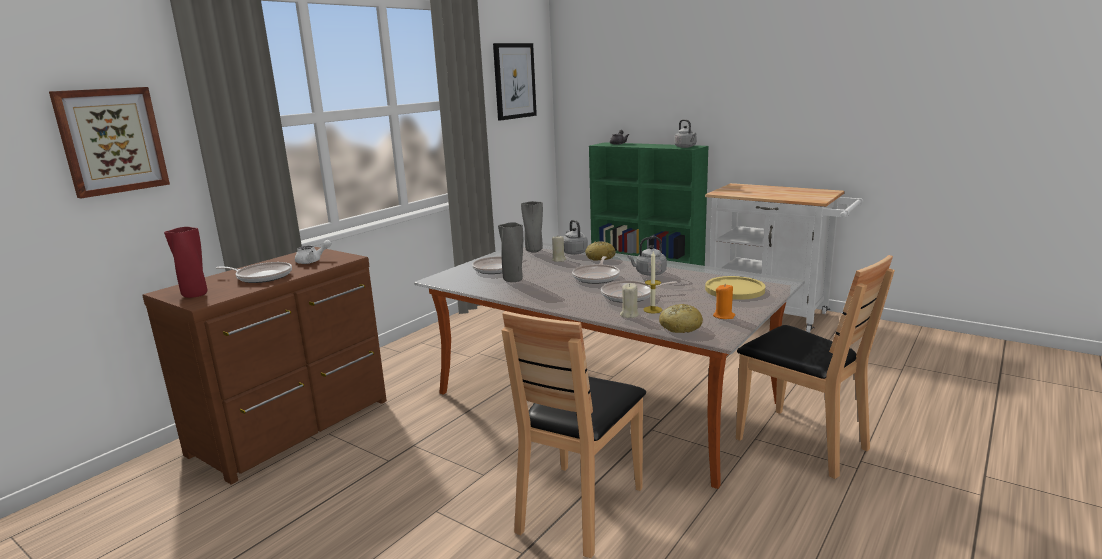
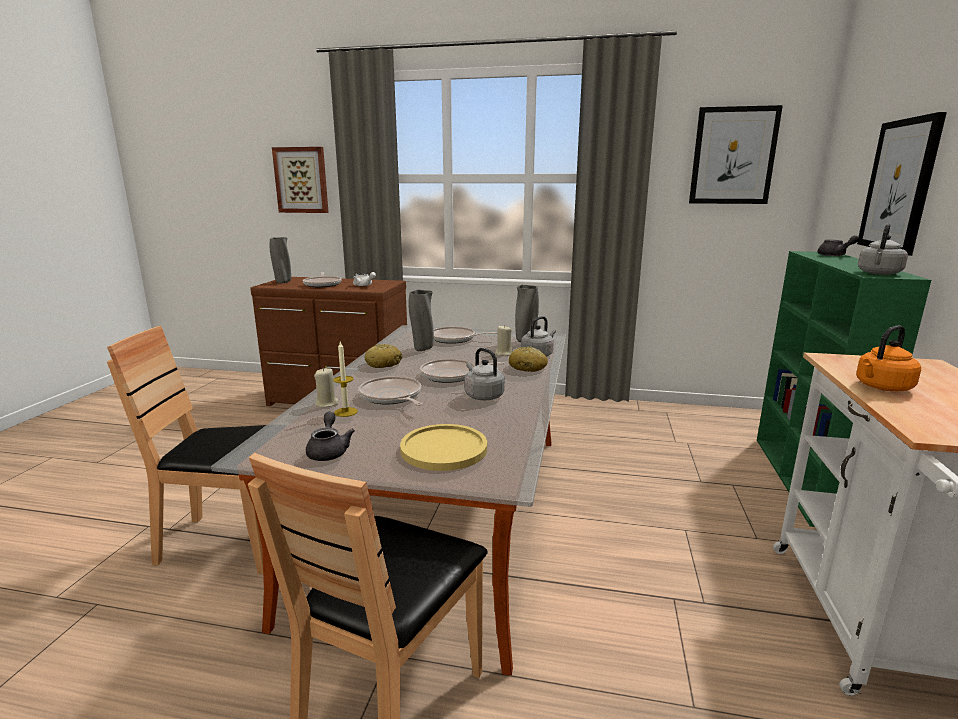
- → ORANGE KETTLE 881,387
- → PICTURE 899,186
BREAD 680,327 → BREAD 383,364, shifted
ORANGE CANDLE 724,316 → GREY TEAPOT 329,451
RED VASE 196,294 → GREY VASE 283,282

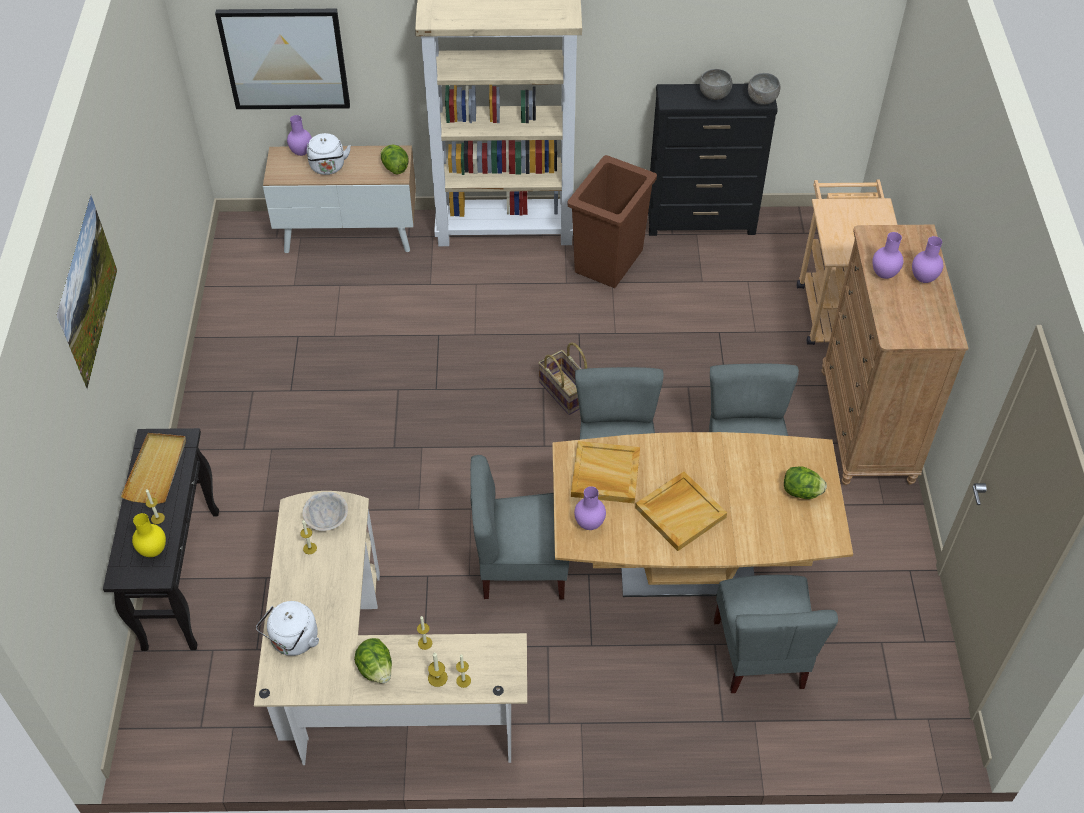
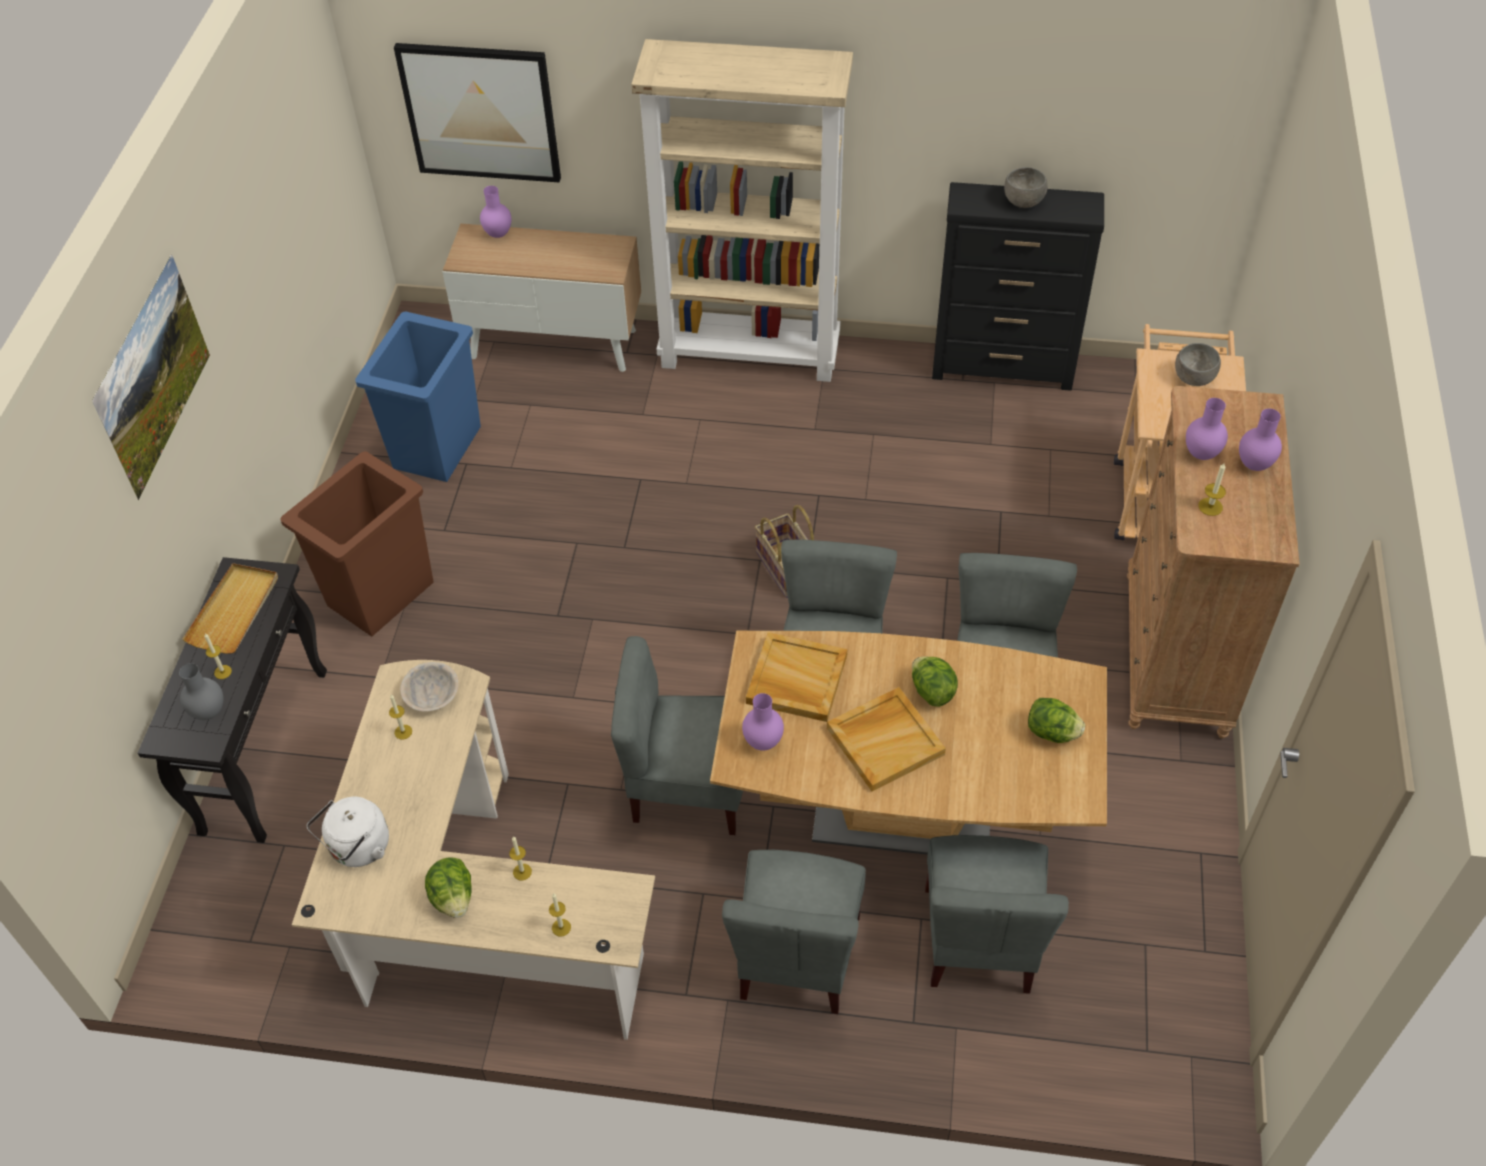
WHITE KETTLE 328,167 → -
- → BLUE TRASH CAN 436,448
- → GREY CHAIR 797,957
LETTUCE 394,168 → LETTUCE 931,691, shifted
CANDLE 437,677 → CANDLE 1210,506, shifted
BROWN TRASH CAN 607,261 → BROWN TRASH CAN 379,594, shifted
GREY BOWL 761,99 → GREY BOWL 1193,378, shifted
YELLOW VASE 154,550 → GREY VASE 209,712

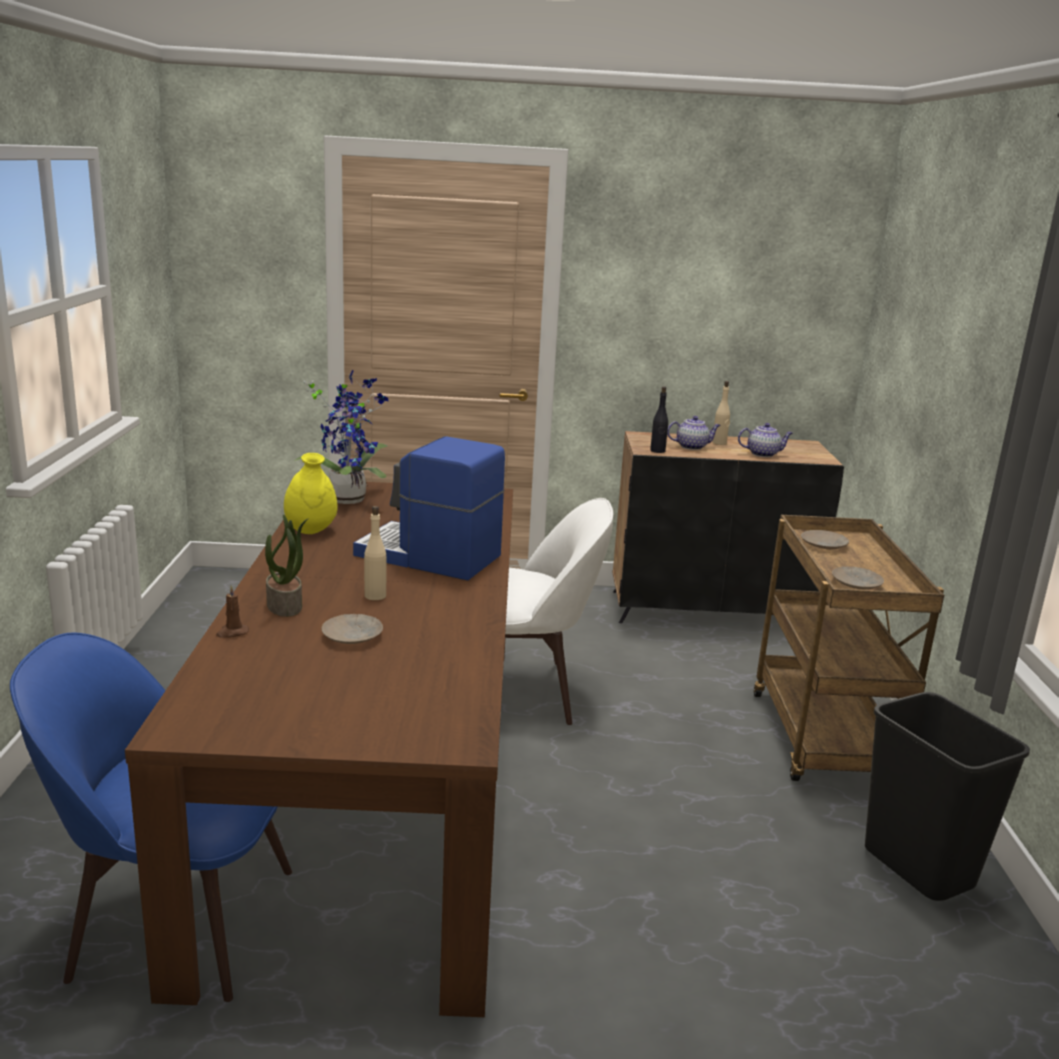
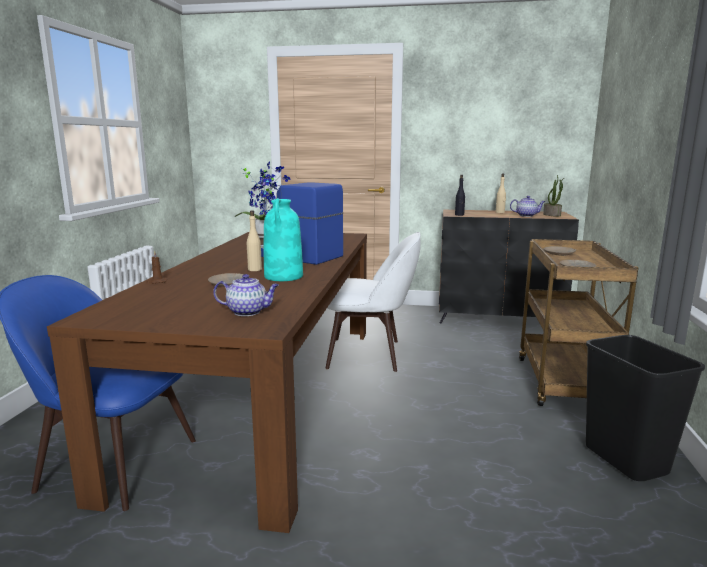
YELLOW VASE 311,531 → -
- → TURQUOISE VASE 284,277
POTTED PLANT 285,606 → POTTED PLANT 552,215, shifted
TEAPOT 692,447 → TEAPOT 248,312, shifted

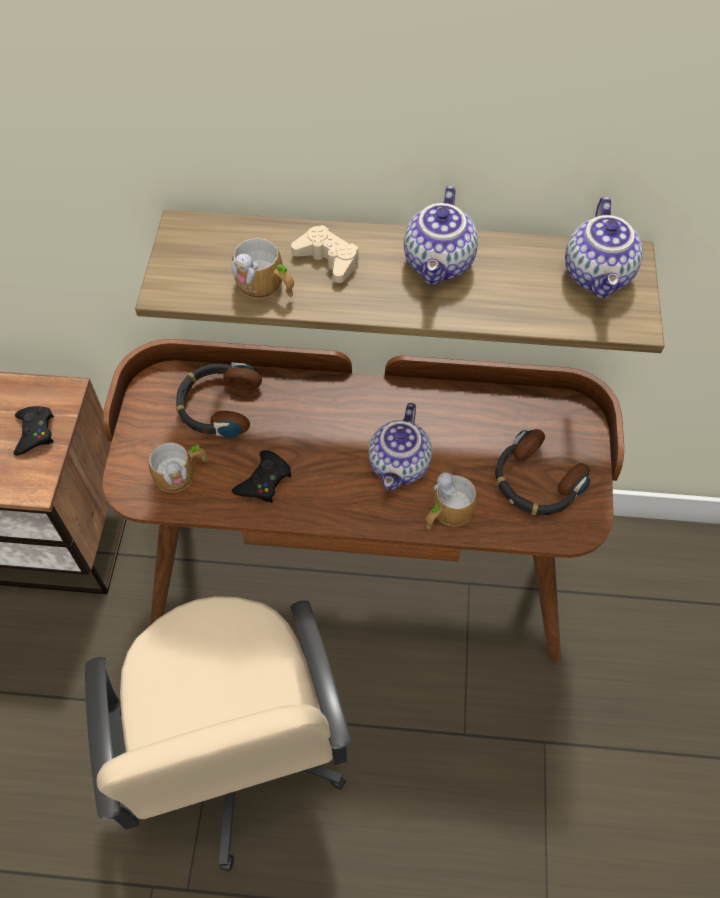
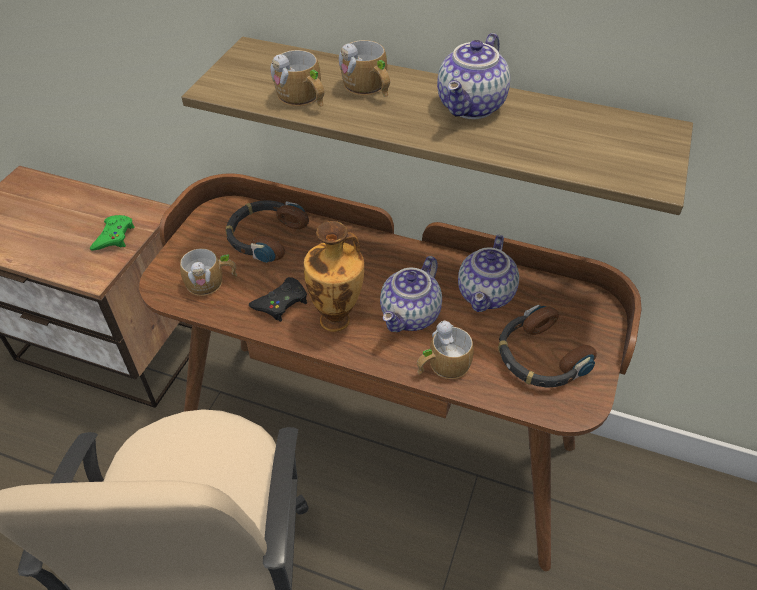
- → VASE 337,320
TEAPOT 599,276 → TEAPOT 487,295, shifted
BEIGE GAME CONTROLLER 328,259 → MUG 368,88
BLACK GAME CONTROLLER 35,432 → GREEN GAME CONTROLLER 114,236

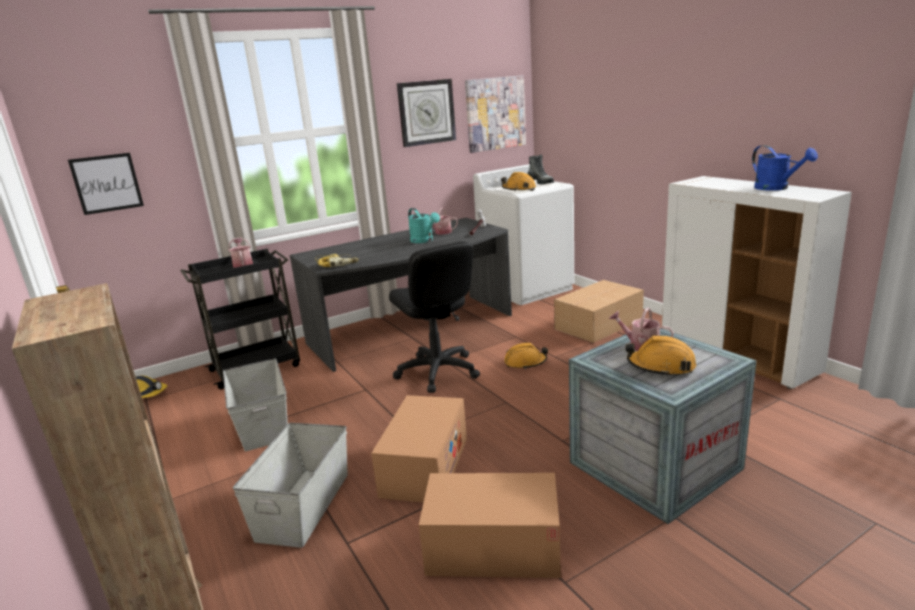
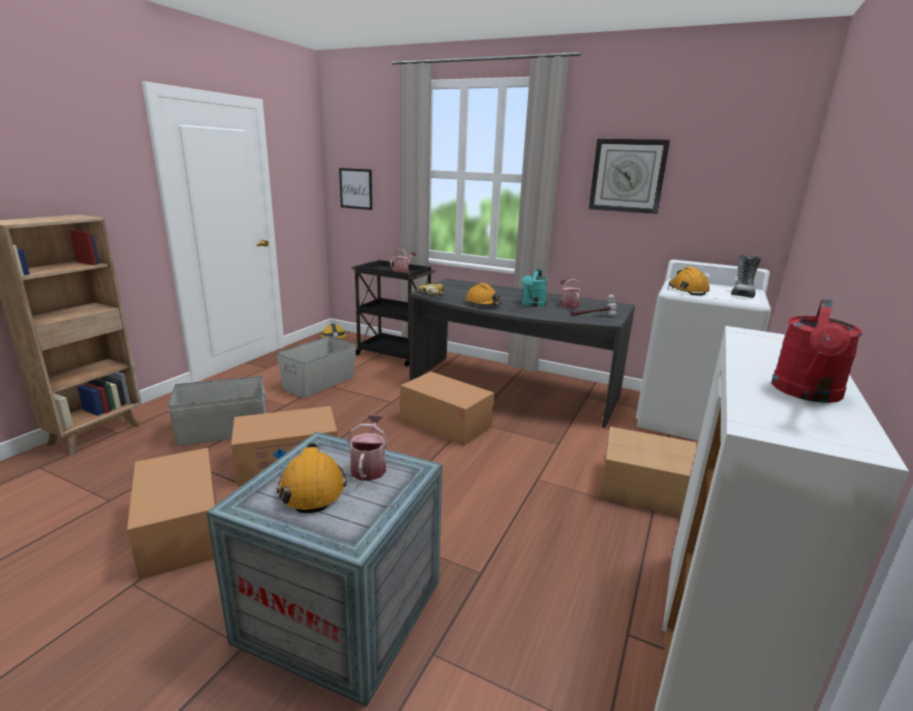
PICTURE 495,113 → -
ORANGE HARD HAT 525,363 → ORANGE HARD HAT 483,304, shifted
BLACK OFFICE CHAIR 437,372 → CARDBOARD BOX 445,423
BLUE WATERING CAN 776,188 → RED WATERING CAN 806,393

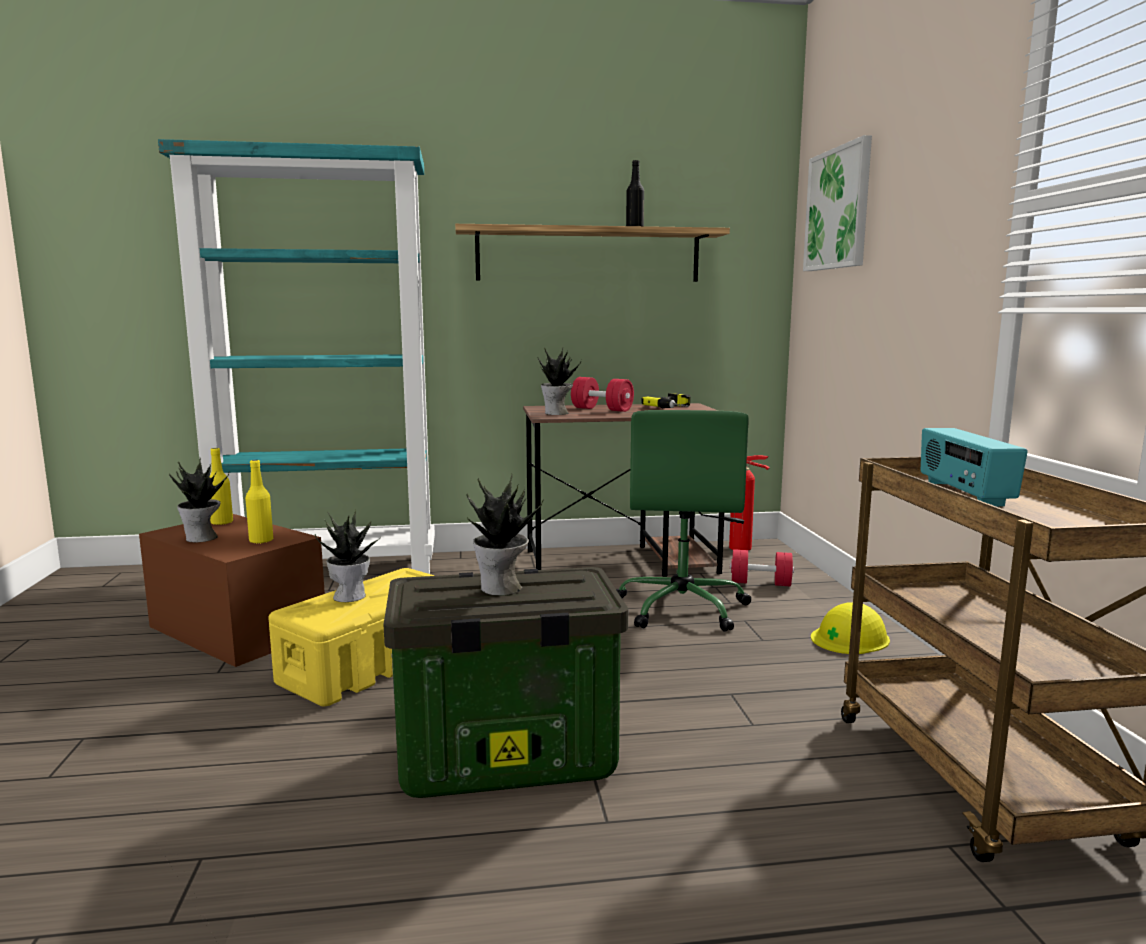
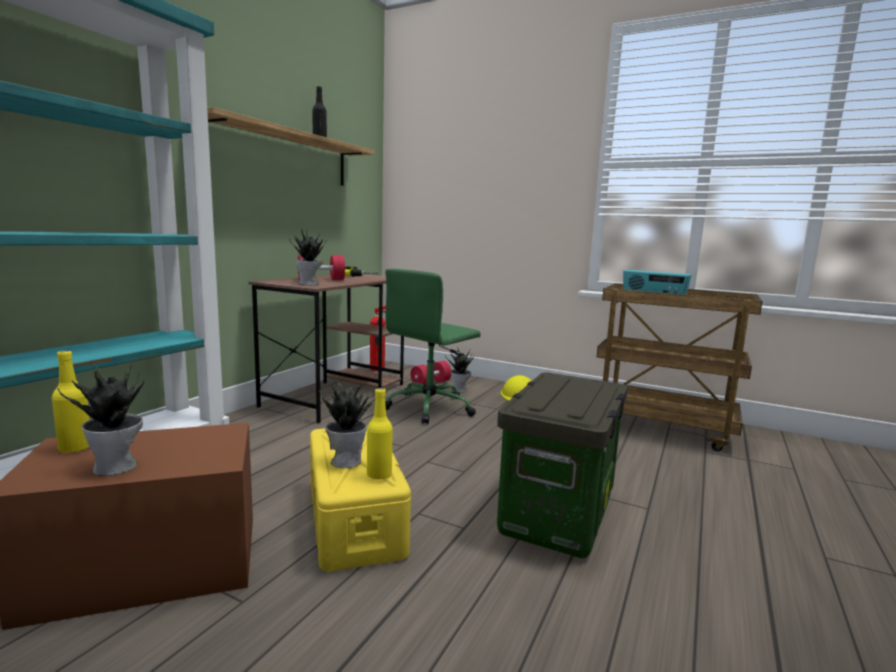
PICTURE 838,209 → -
YELLOW BOTTLE 261,541 → YELLOW BOTTLE 379,475, shifted
POTTED PLANT 501,589 → POTTED PLANT 460,390, shifted
GREEN OFFICE CHAIR 682,608 → GREEN OFFICE CHAIR 430,407, 90 degrees clockwise

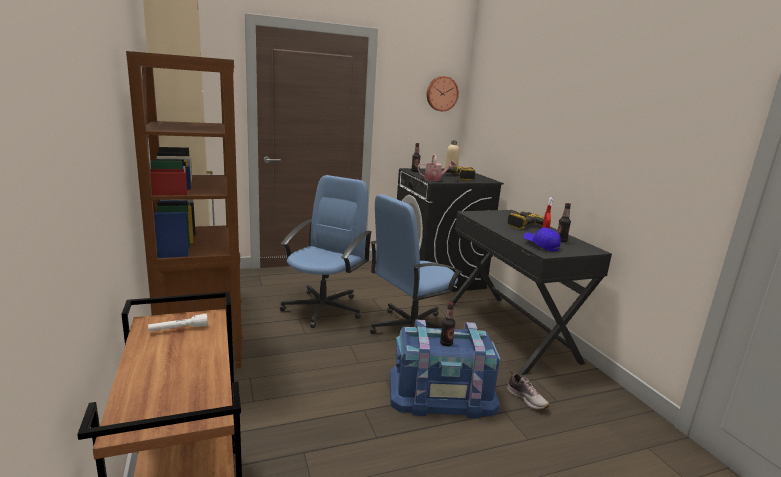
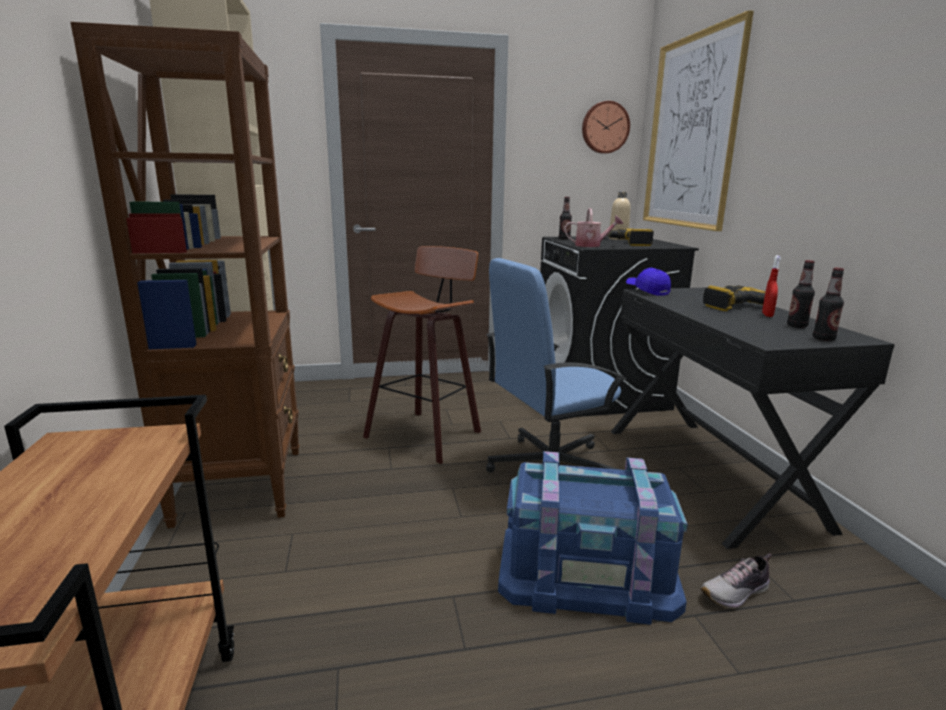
WHITE FLASHLIGHT 178,329 → -
- → PICTURE 691,133
BOTTLE 446,343 → BOTTLE 823,339, shifted
BLUE CAP 540,245 → BLUE CAP 647,291, shifted
BLUE OFFICE CHAIR 324,308 → STOOL 426,433
SHOE 526,399 → SHOE 736,593, 90 degrees clockwise

